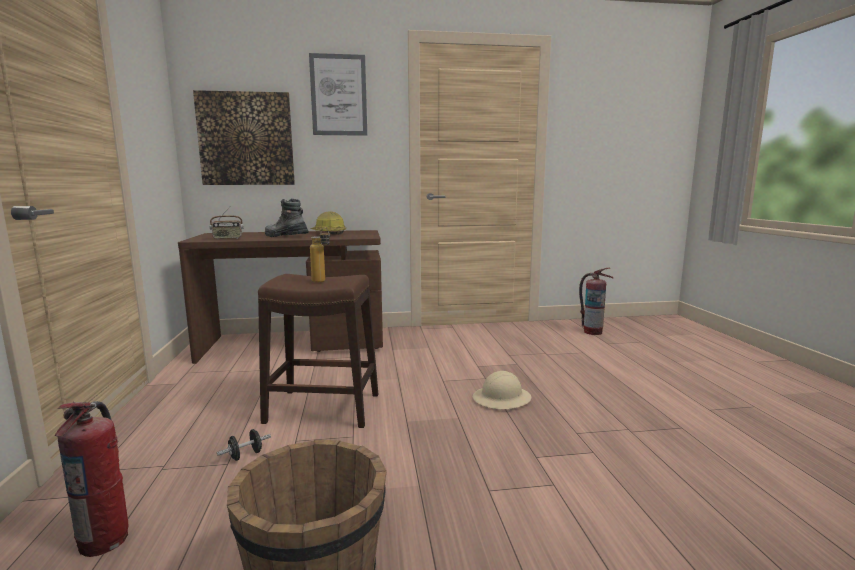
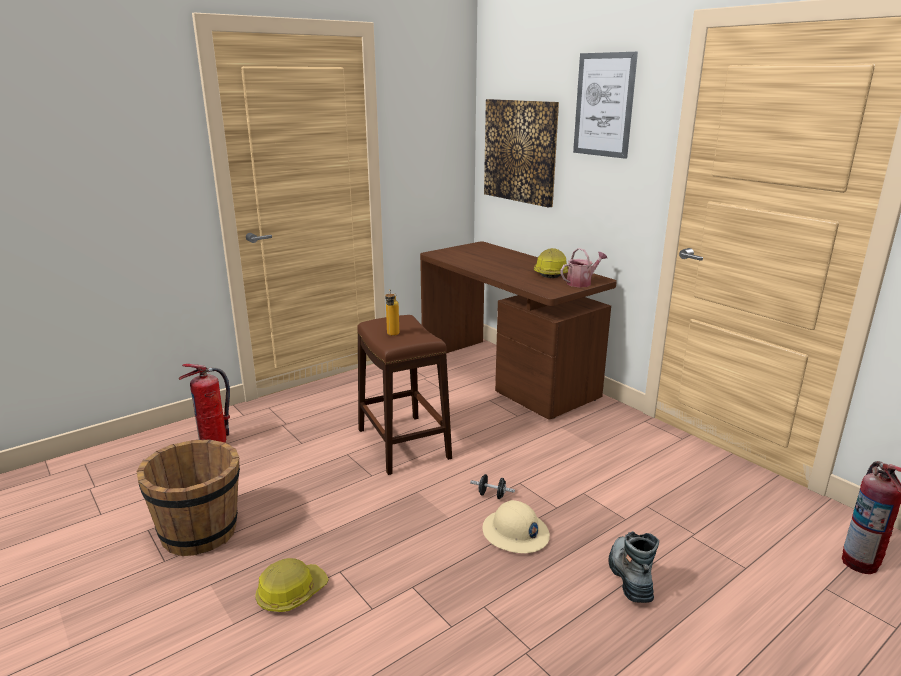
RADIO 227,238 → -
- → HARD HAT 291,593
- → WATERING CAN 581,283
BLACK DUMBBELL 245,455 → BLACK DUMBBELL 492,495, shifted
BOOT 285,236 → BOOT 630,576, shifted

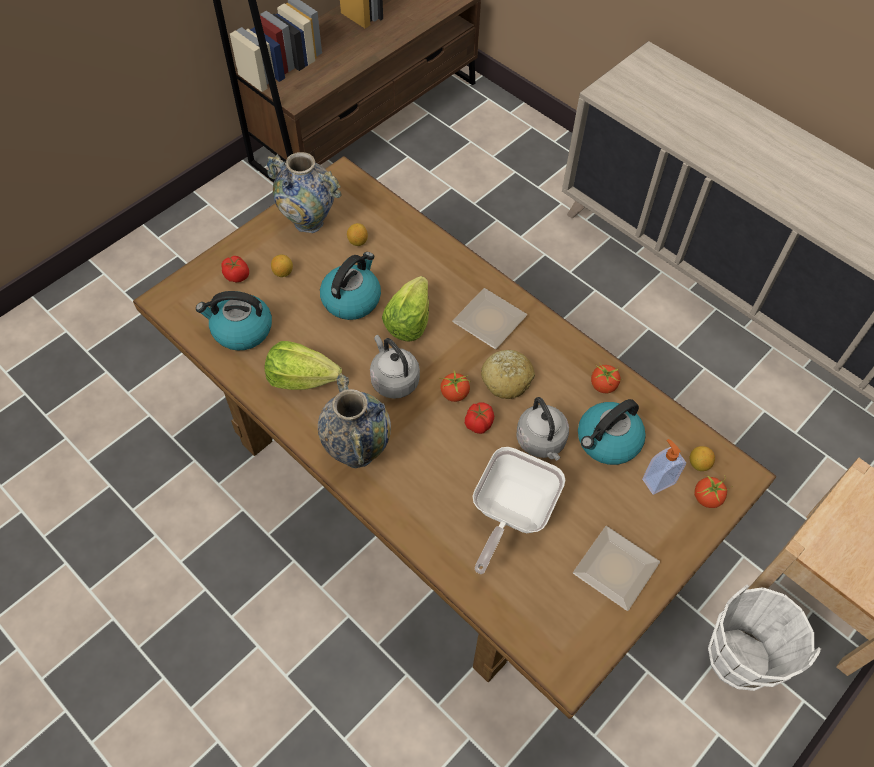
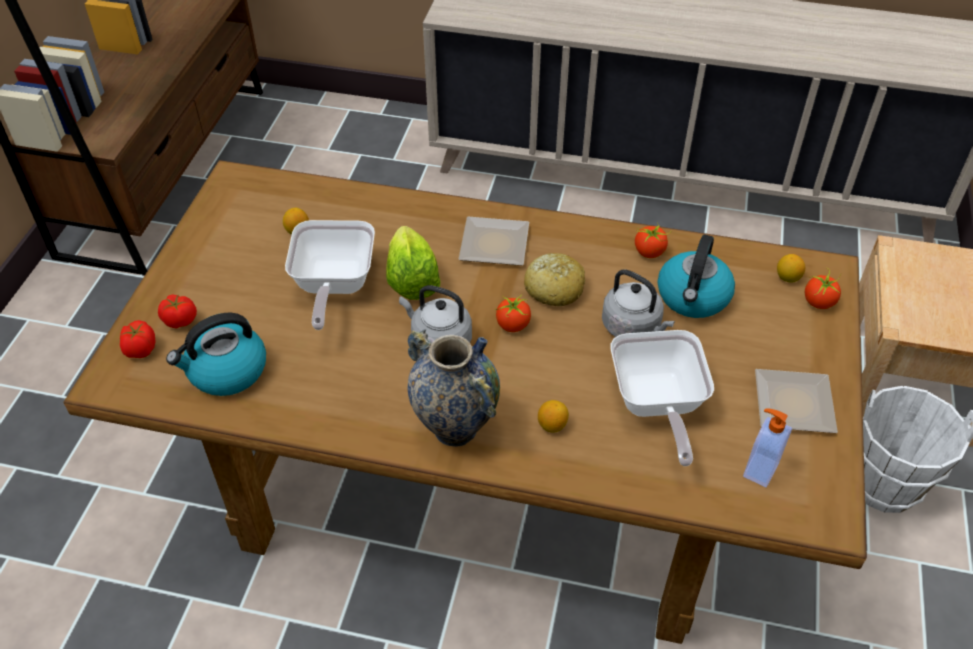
LETTUCE 301,378 → -
VASE 309,222 → -
LEMON 283,272 → LEMON 552,425, shifted
TOMATO 478,424 → TOMATO 140,350, shifted
SOAP DISPENSER 657,481 → SOAP DISPENSER 759,469, shifted
KETTLE 351,299 → FRYING PAN 333,287

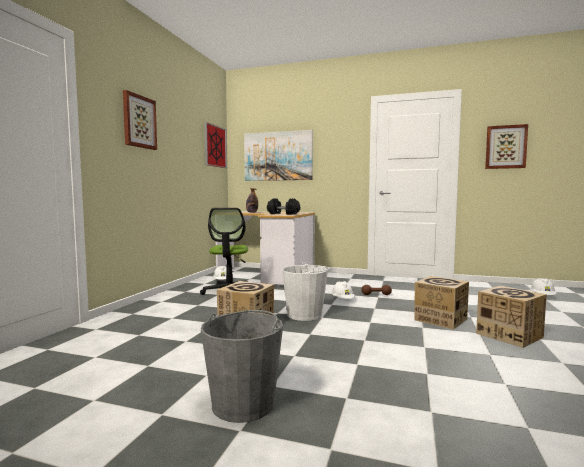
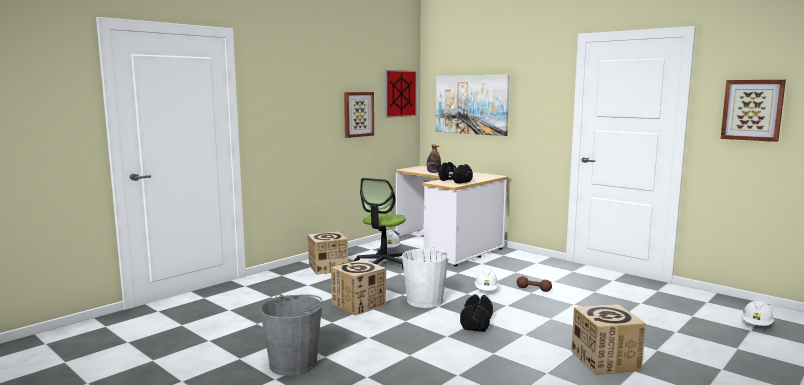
- → BLACK DUMBBELL 476,323
PICTURE 139,121 → PICTURE 358,114, shifted
CARDBOARD BOX 440,319 → CARDBOARD BOX 328,267, shifted

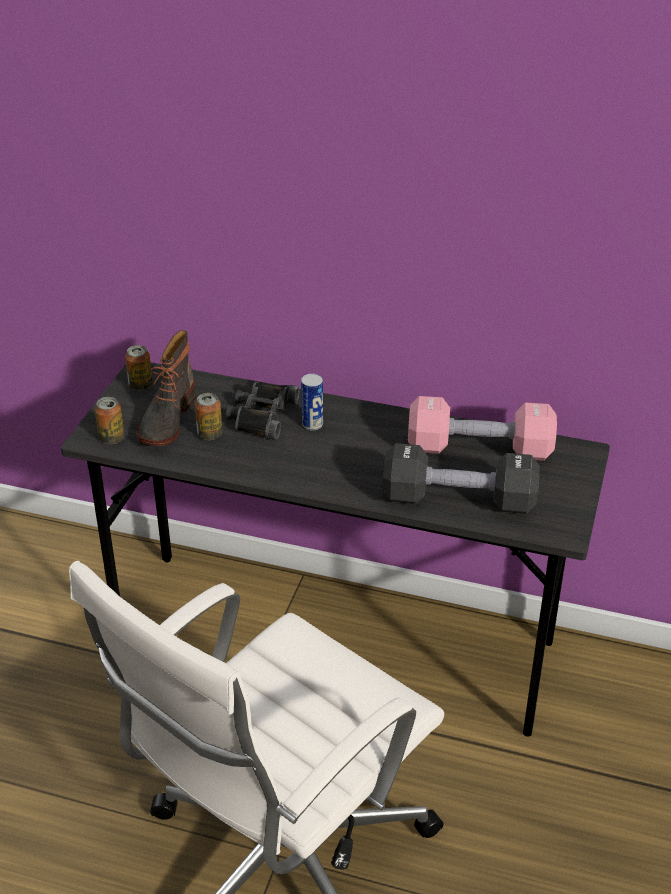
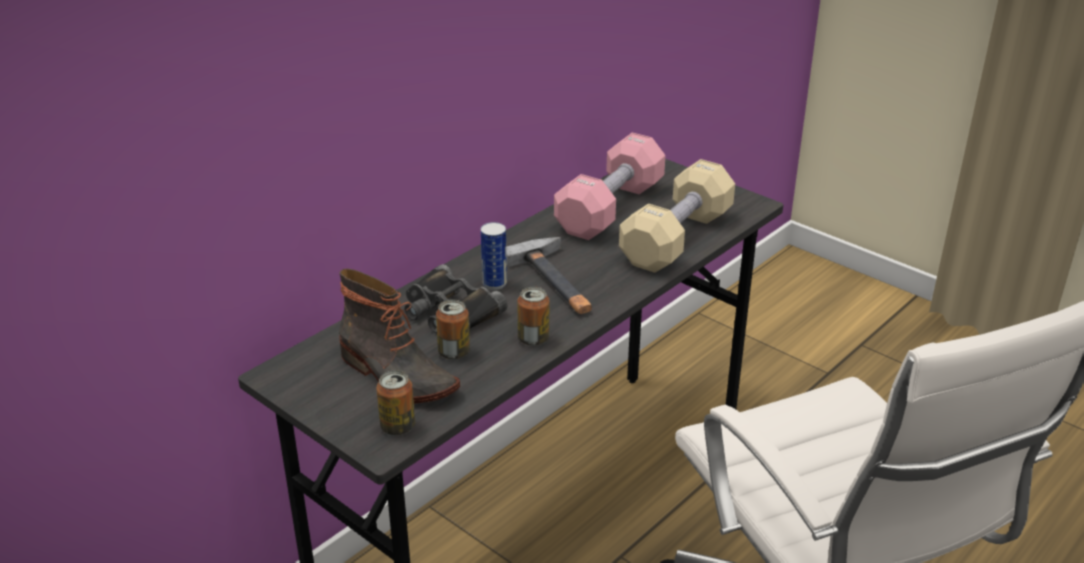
- → HAMMER 557,282
CAN 140,385 → CAN 533,339, shifted
BLACK DUMBBELL 458,500 → BEIGE DUMBBELL 676,238

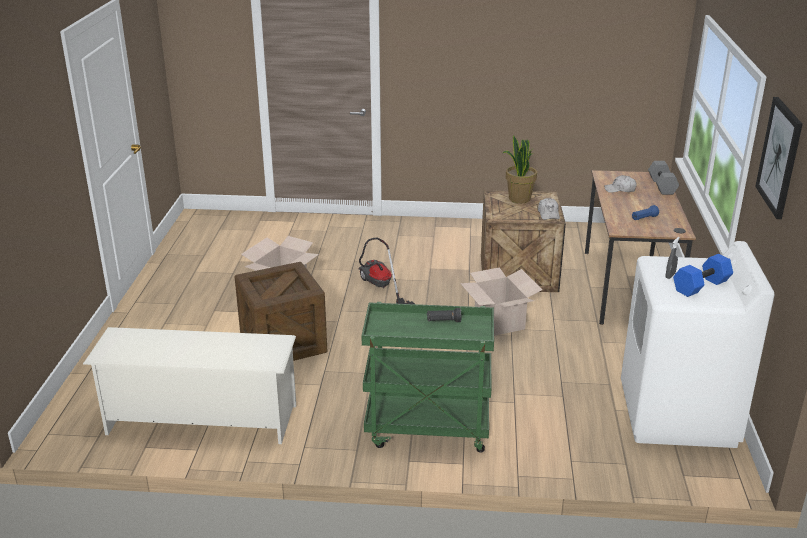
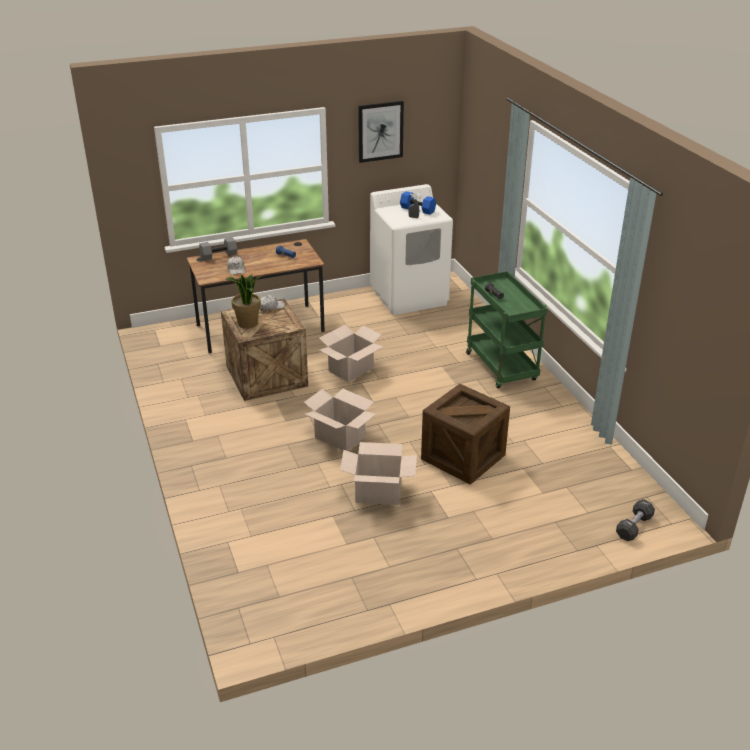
WHITE SHOE RACK 201,420 → -
- → BLACK DUMBBELL 634,527
VACUUM CLEANER 379,288 → CARDBOARD BOX 339,437

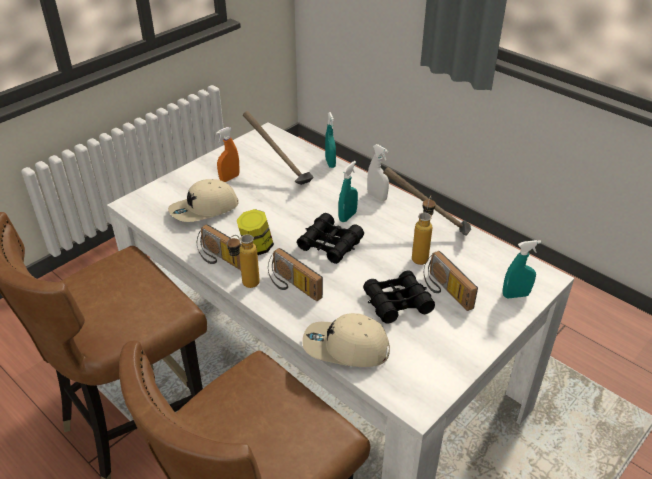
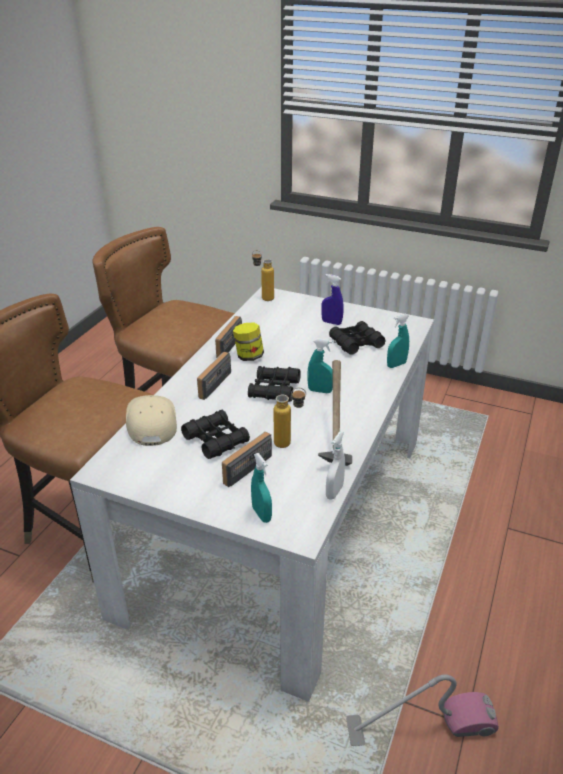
BEIGE CAP 204,210 → -
- → VACUUM CLEANER 420,725
BOTTLE 245,286 → BOTTLE 263,297, shifted
WHITE SPRAY BOTTLE 377,196 → WHITE SPRAY BOTTLE 334,492, shifted
HAMMER 279,174 → BLACK BINOCULARS 356,343
ORANGE SPRAY BOTTLE 229,178 → BLUE SPRAY BOTTLE 331,322

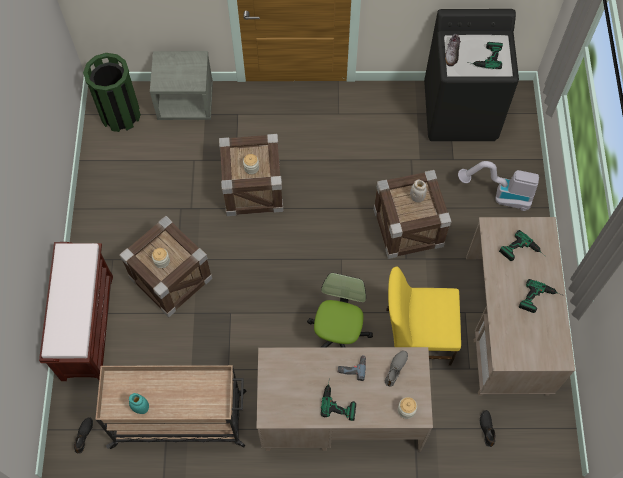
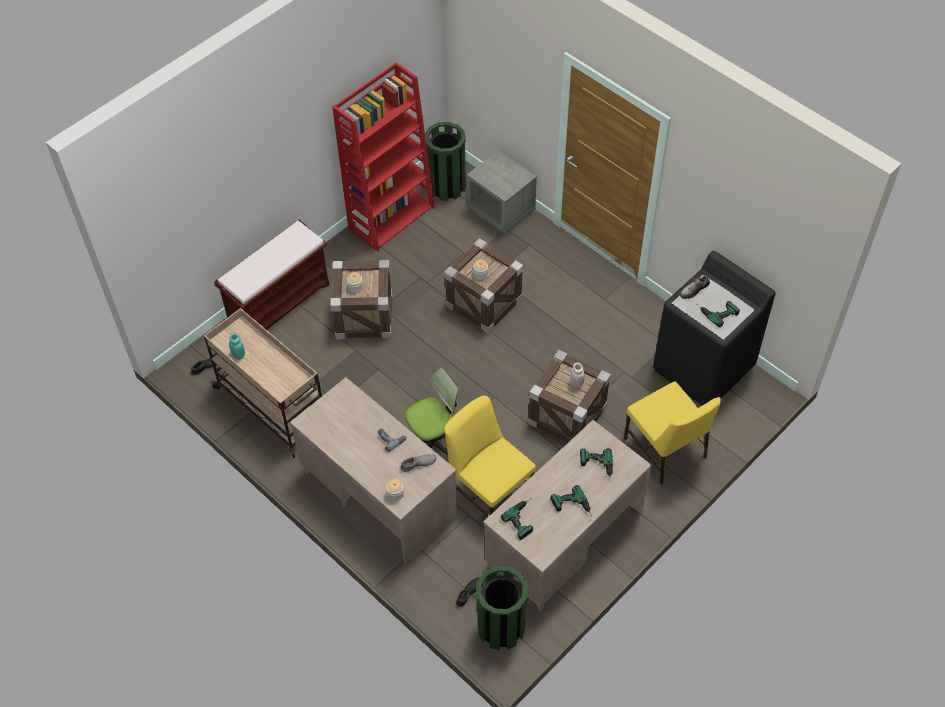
- → RED BOOKCASE 391,217
- → GREEN TRASH CAN 501,628
POWER DRILL 339,399 → POWER DRILL 524,518, shifted
VACUUM CLEANER 499,195 → YELLOW CHAIR 665,449

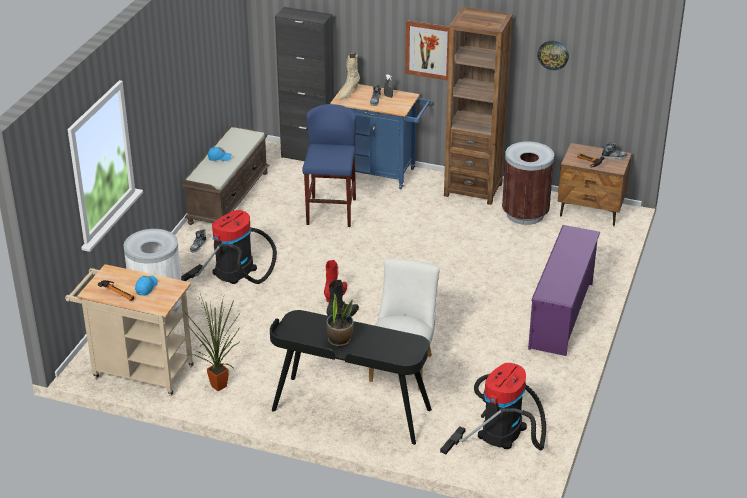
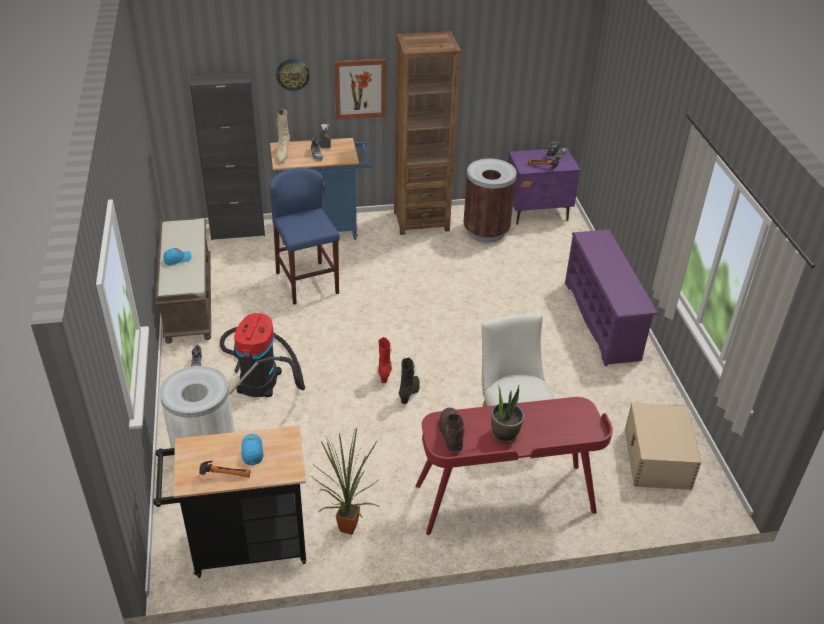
- → BROWN BOOT 450,434
WALL CLOCK 553,55 → WALL CLOCK 292,74, shifted
VACUUM CLEANER 503,428 → BEIGE STORAGE BOX 656,459
BEIGE CART 137,371 → BLACK CART 242,547
BLACK DESK 351,410 → RED DESK 505,500
BROWN NIGHTSTAND 591,211 → PURPLE NIGHTSTAND 537,212

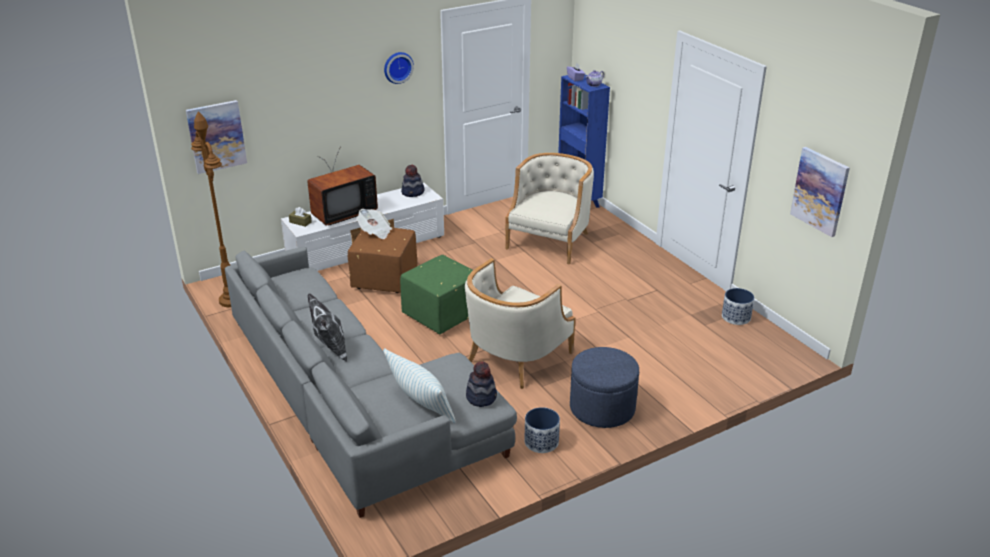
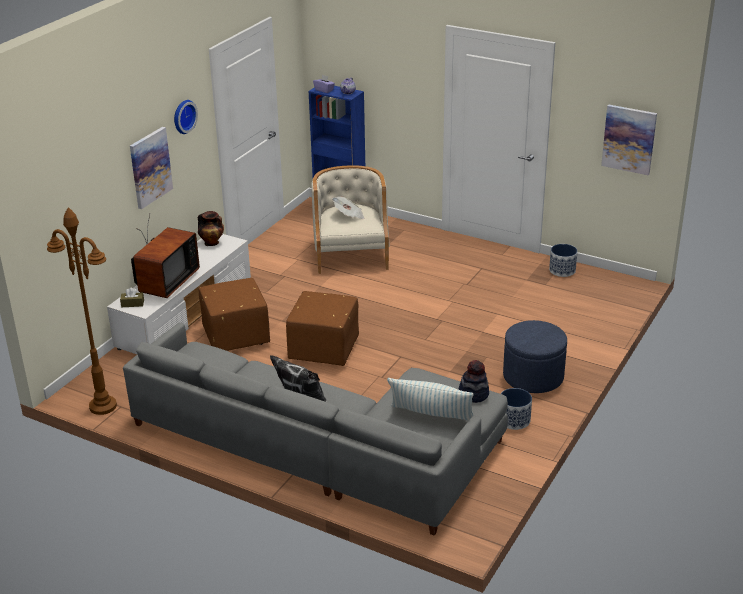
BEIGE ARMCHAIR 515,357 → -
PICTURE 216,136 → PICTURE 150,167, shifted
NEWSPAPER 375,232 → NEWSPAPER 349,216, shifted
HAT 413,192 → VASE 212,243
GREEN OTTOMAN 442,316 → BROWN OTTOMAN 325,350

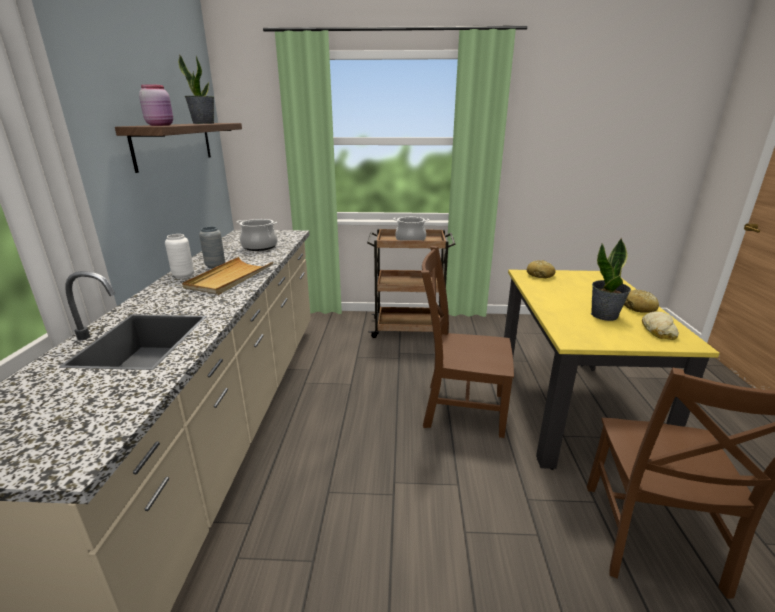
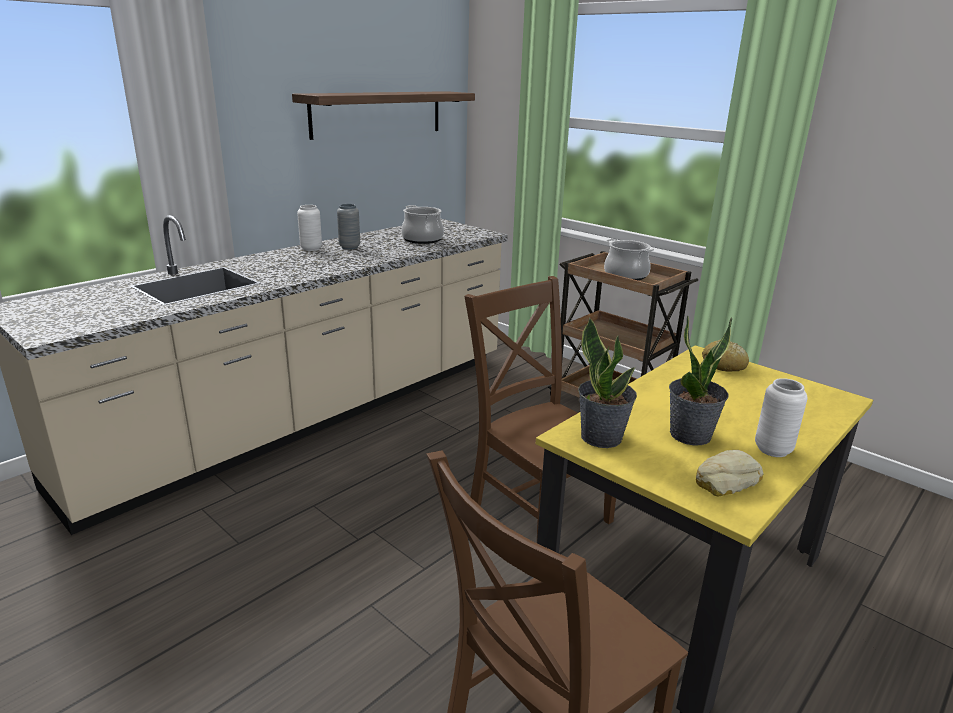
PINK JAR 161,125 → -
BEIGE TRAY 230,278 → -
POTTED PLANT 203,123 → POTTED PLANT 601,437, shifted
BREAD 638,308 → WHITE VASE 772,450

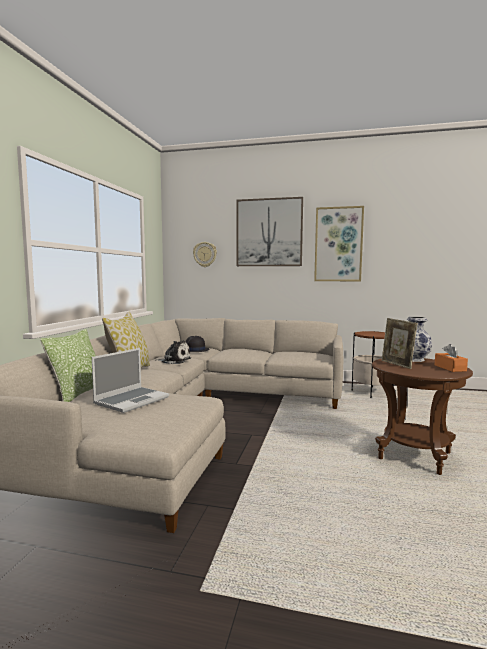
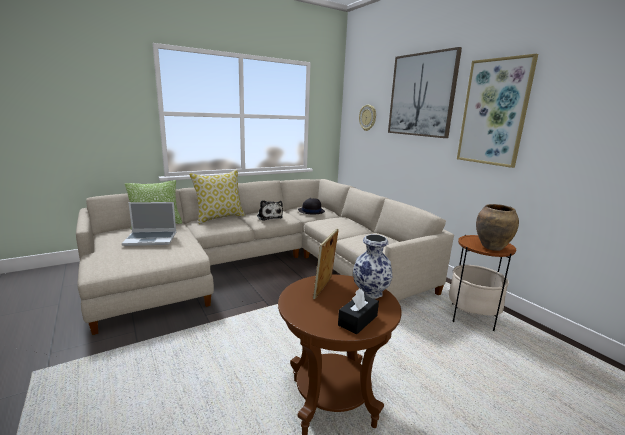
- → BROWN VASE 492,247
ORANGE TISSUE BOX 450,368 → BLACK TISSUE BOX 358,320

